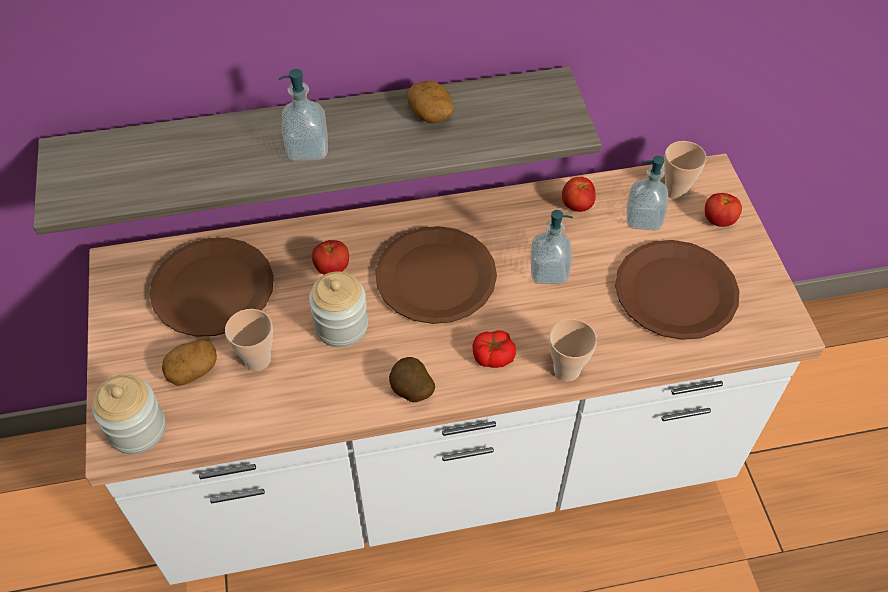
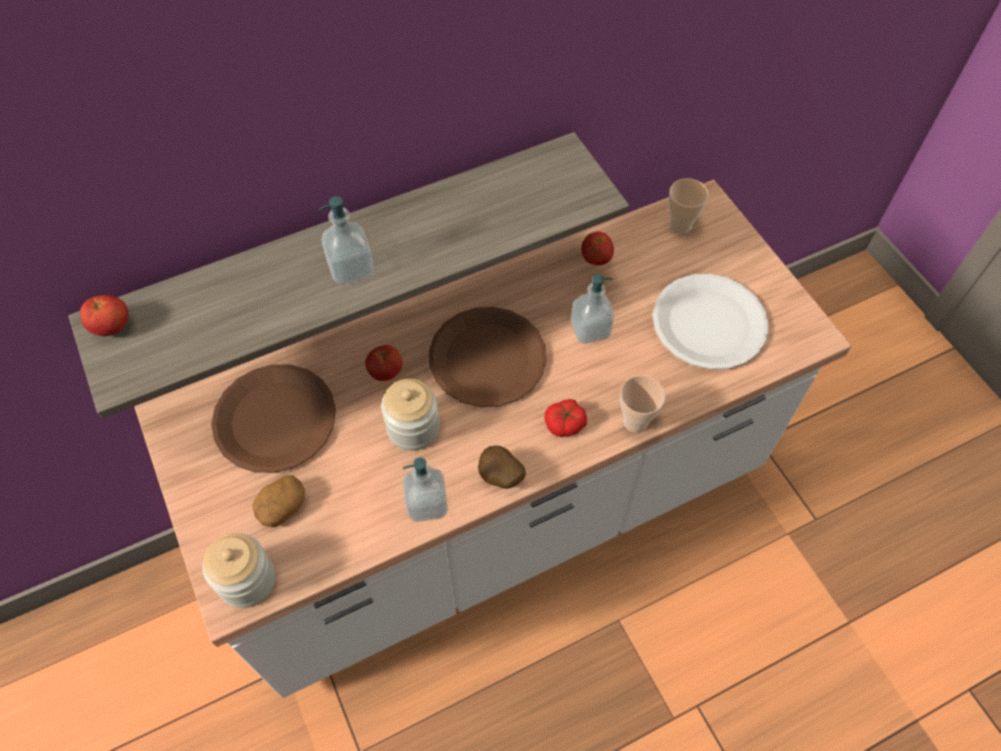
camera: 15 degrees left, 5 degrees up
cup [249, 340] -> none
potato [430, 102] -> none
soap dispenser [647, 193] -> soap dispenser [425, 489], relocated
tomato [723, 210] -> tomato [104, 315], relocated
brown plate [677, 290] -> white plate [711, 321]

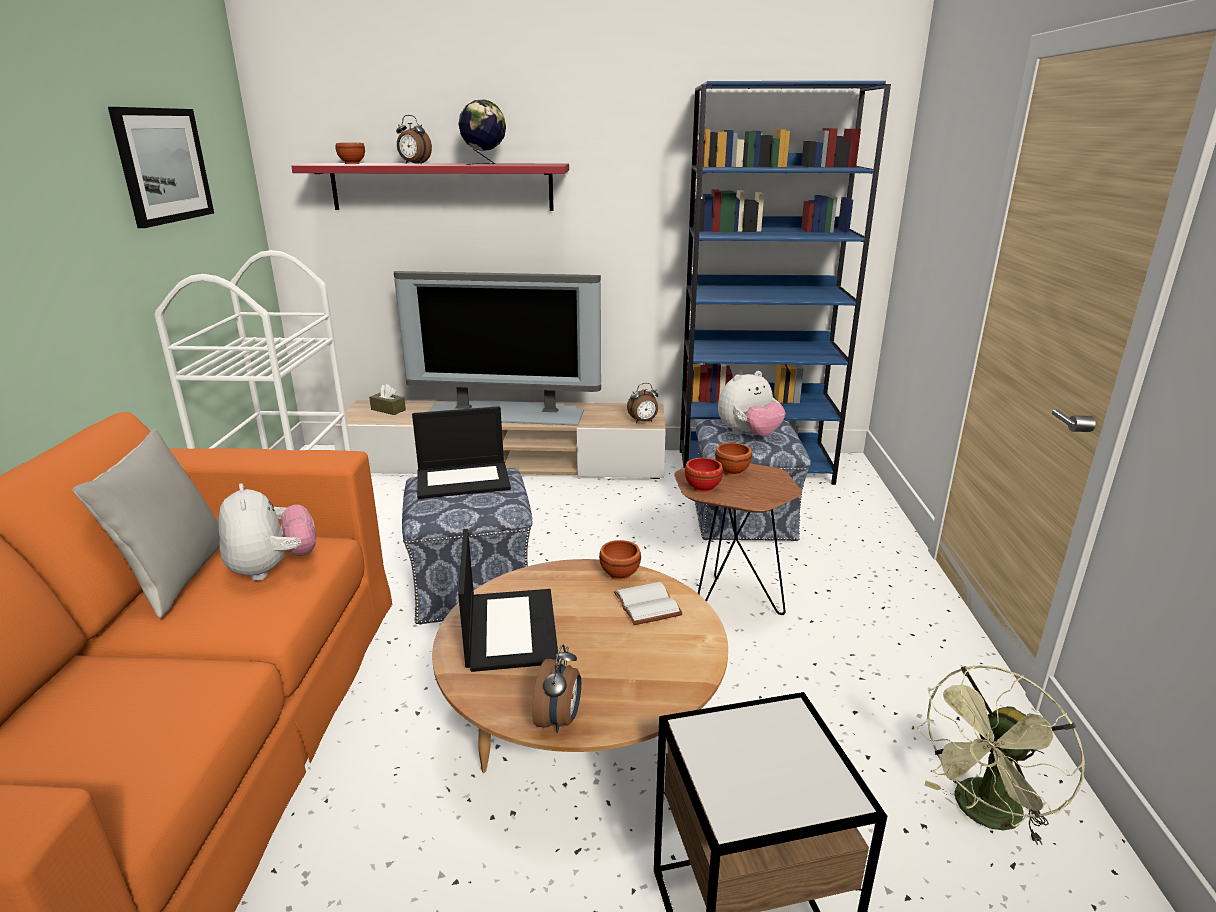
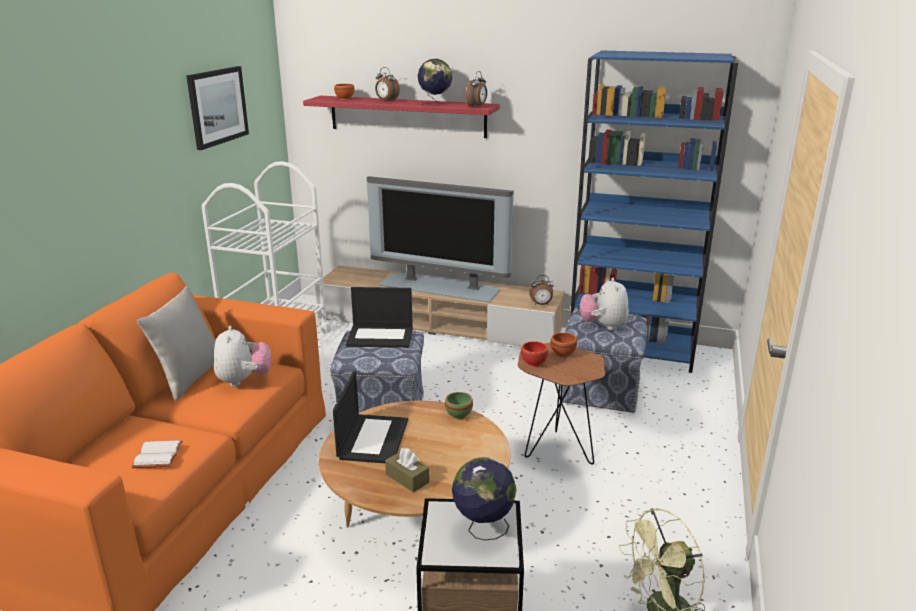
camera: 15 degrees right, 0 degrees up
none -> globe [484, 499]
brown tissue box [387, 399] -> brown tissue box [407, 470], relocated
alarm clock [556, 689] -> alarm clock [476, 89], relocated
white book [648, 603] -> white book [157, 454], relocated
brown bowl [620, 560] -> green bowl [459, 406]
plush toy [751, 403] -> plush toy [604, 304], 105 degrees clockwise

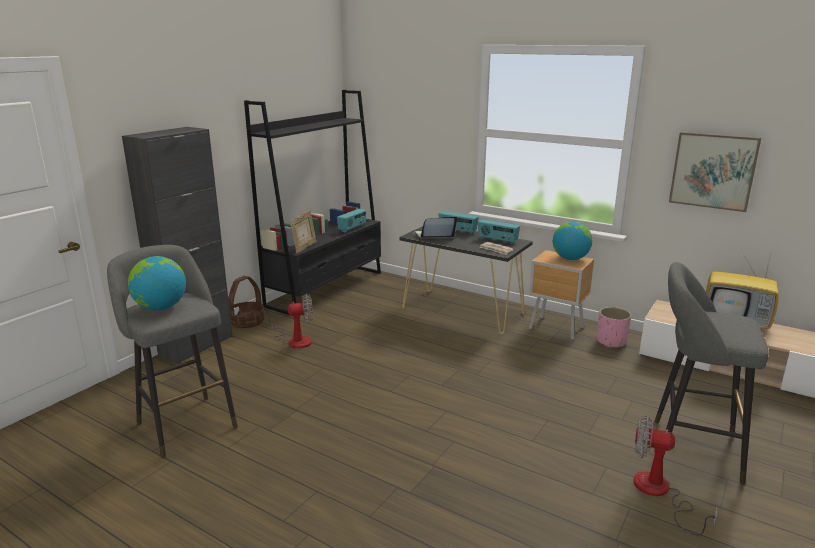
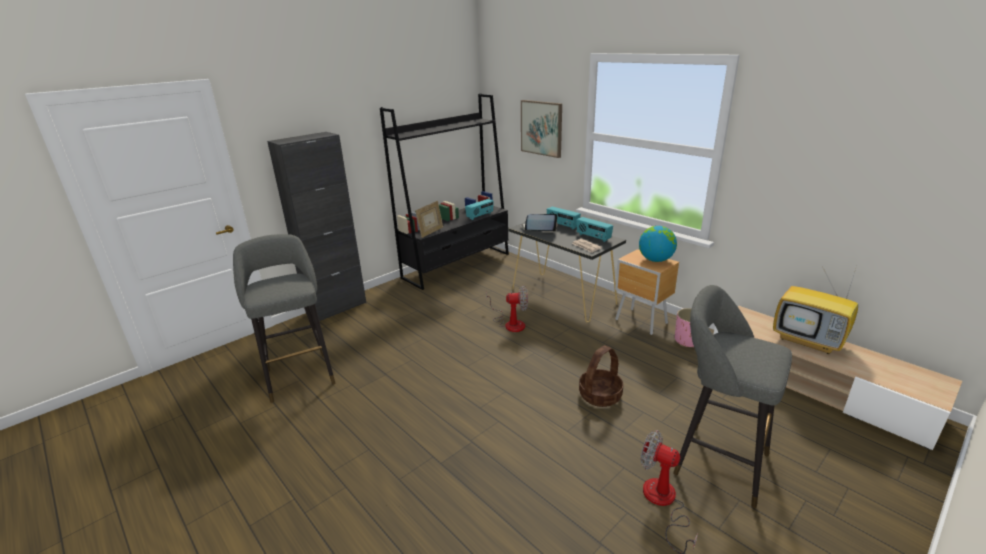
camera: 15 degrees right, 5 degrees up
globe [157, 283] -> none
basket [246, 302] -> basket [601, 376], relocated
fan [288, 321] -> fan [507, 309], relocated
picture [715, 172] -> picture [541, 129], relocated

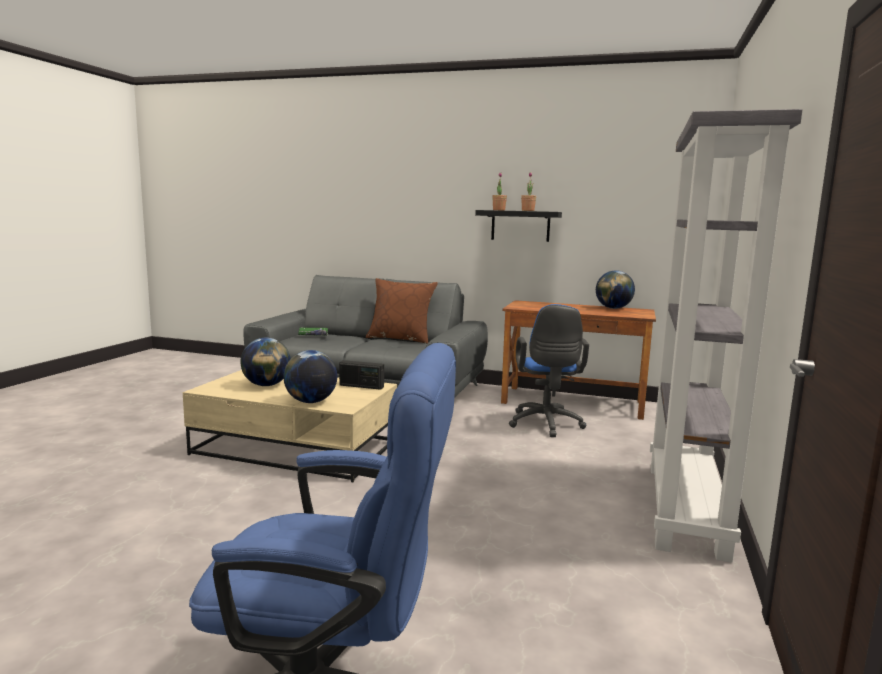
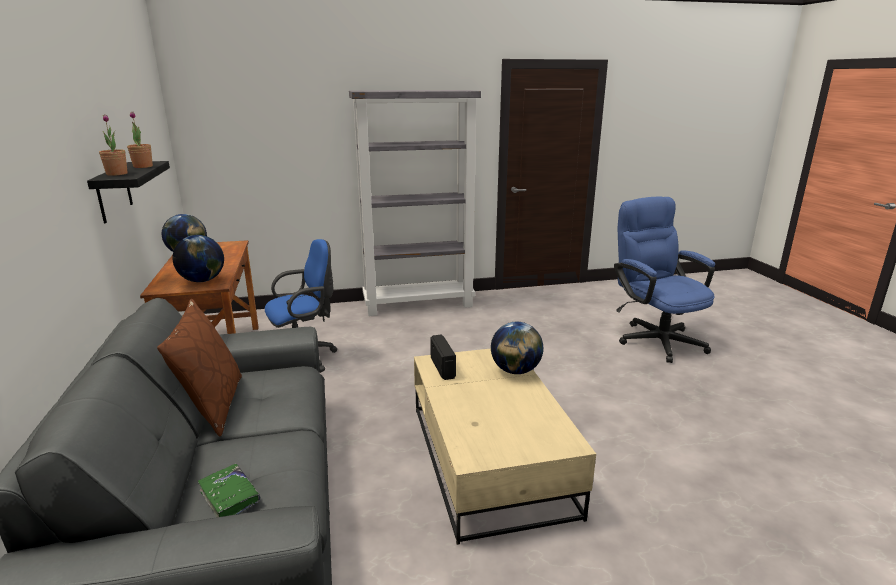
camera: 120 degrees left, 10 degrees up
globe [265, 362] -> globe [198, 258], relocated

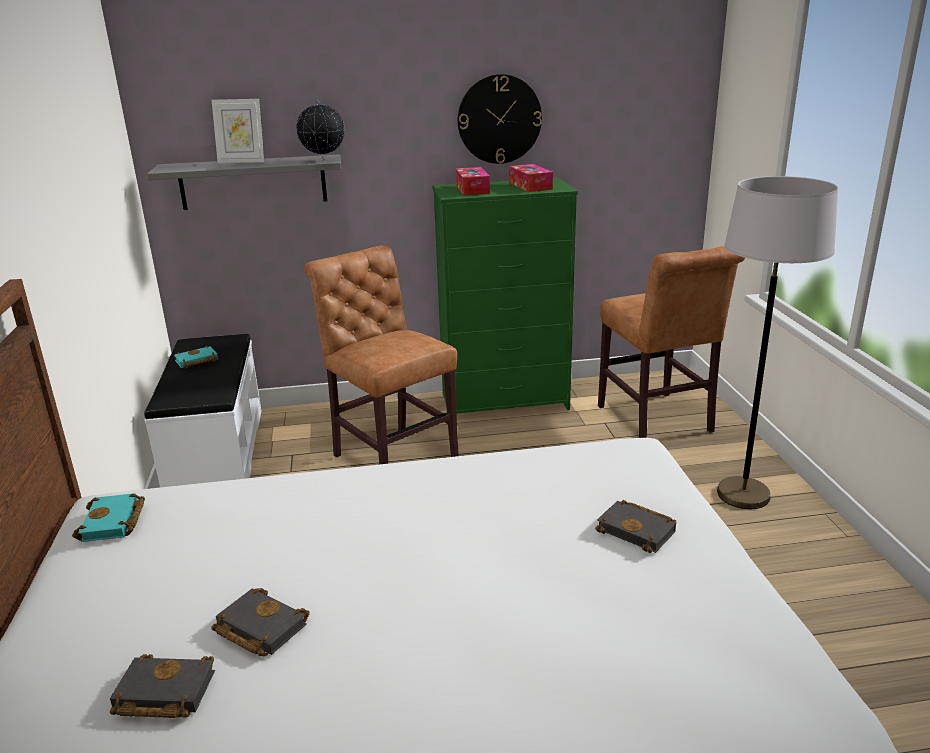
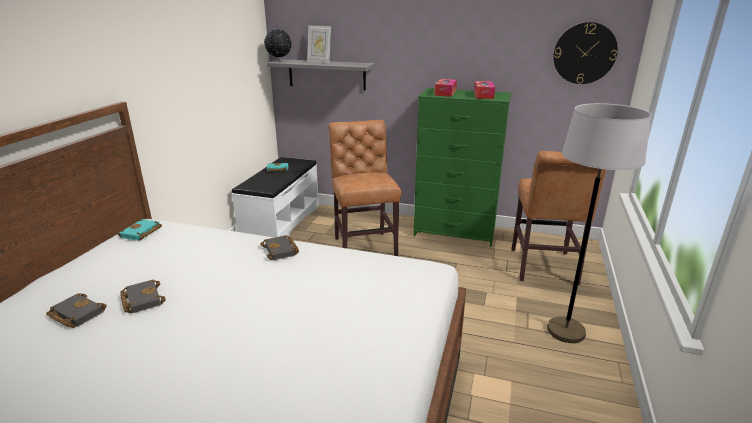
camera: 25 degrees right, 0 degrees up
globe [320, 129] -> globe [278, 41], relocated
wall clock [500, 119] -> wall clock [585, 53], relocated
black book [636, 526] -> black book [280, 247], relocated

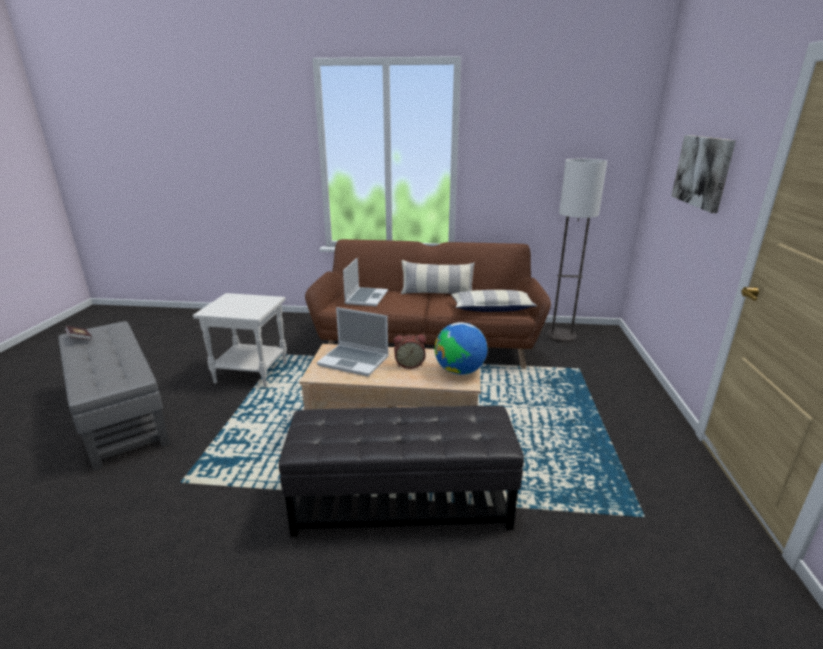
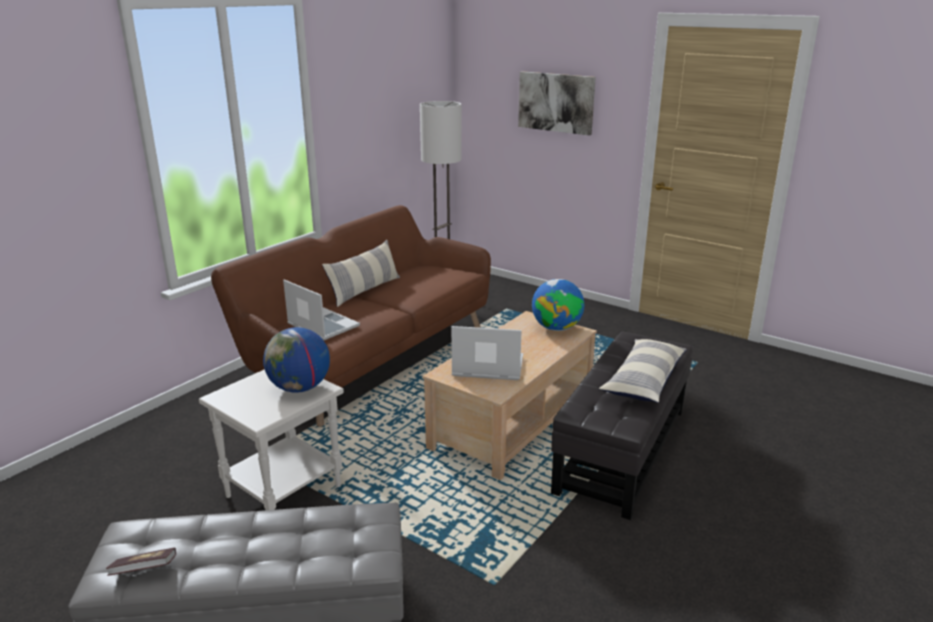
camera: 60 degrees left, 0 degrees up
alarm clock [410, 351] -> none
none -> globe [296, 360]
pillow [494, 301] -> pillow [643, 371], relocated
laptop [353, 341] -> laptop [487, 353], 135 degrees counterclockwise

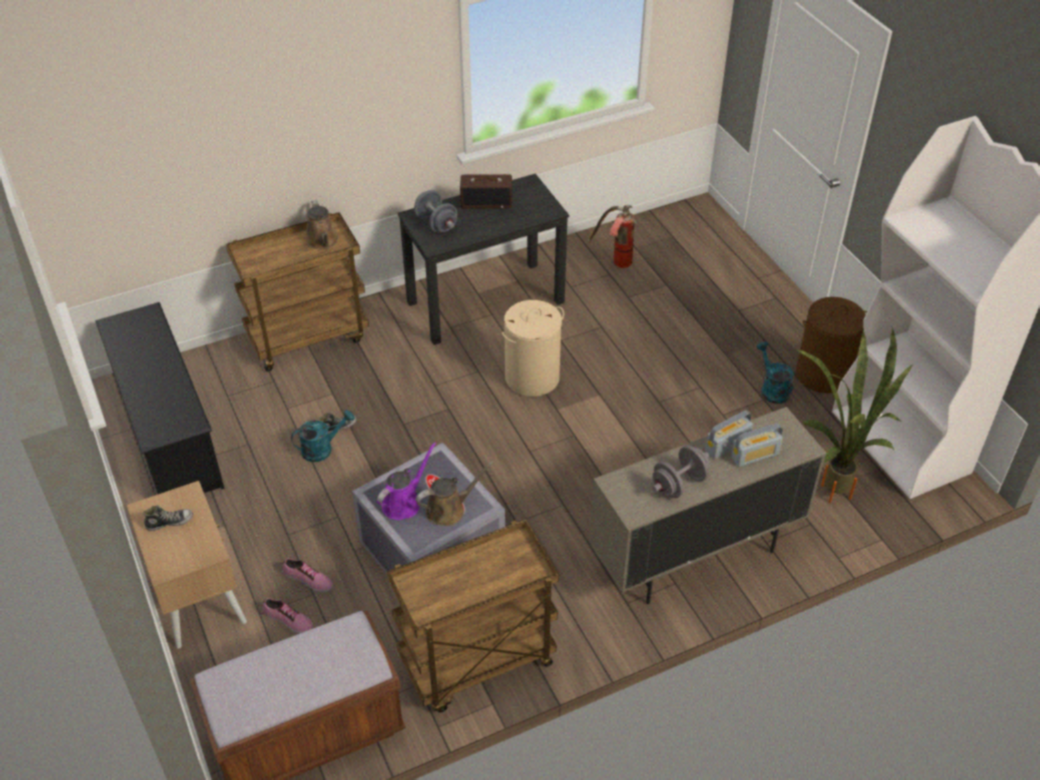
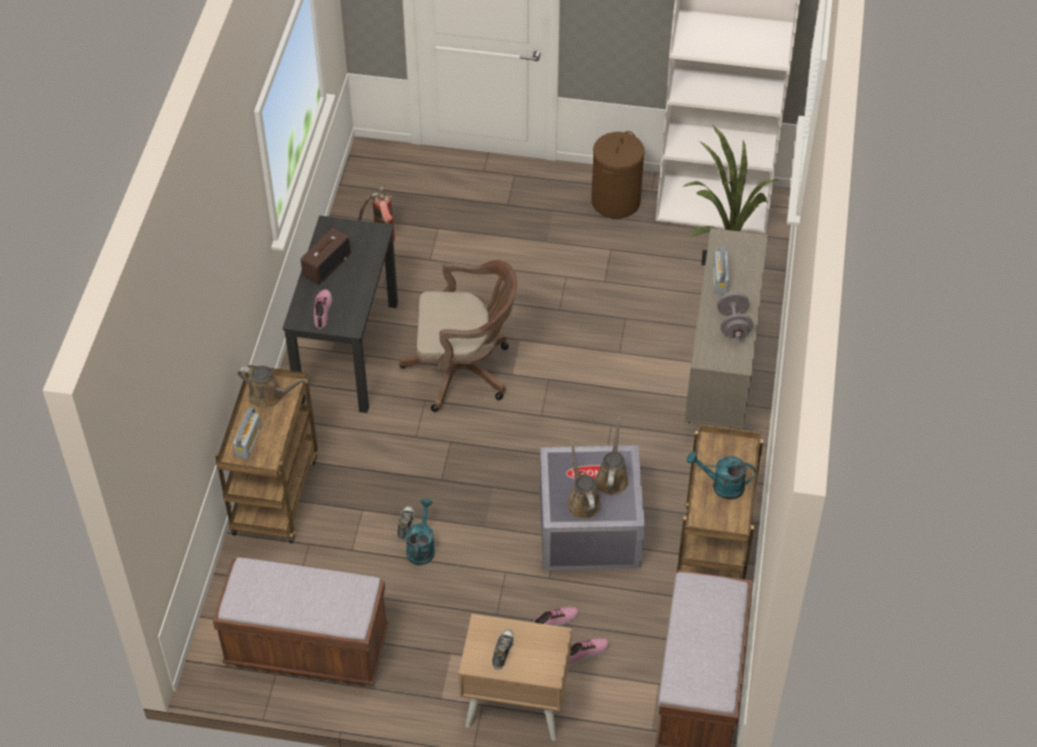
camera: 55 degrees left, 5 degrees up
radio [757, 445] -> radio [247, 433], relocated
turquoise watering can [775, 373] -> turquoise watering can [721, 475], relocated
black shoe rack [160, 398] -> brown bench [301, 621]
grey dumbbell [435, 211] -> shoe [323, 309]
beige laundry basket [533, 348] -> brown office chair [458, 336]
purple watering can [406, 481] -> brown watering can [584, 480]

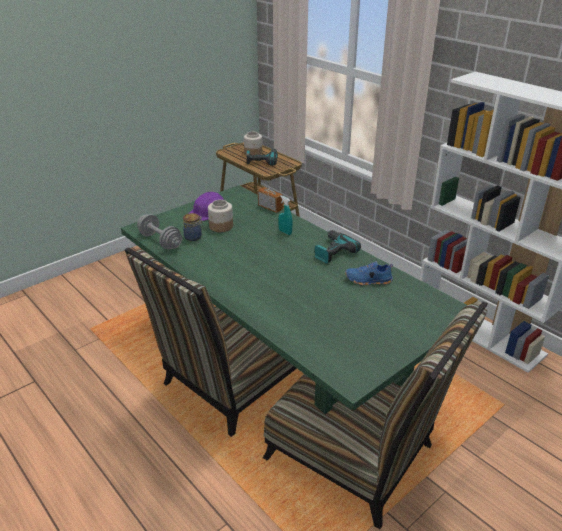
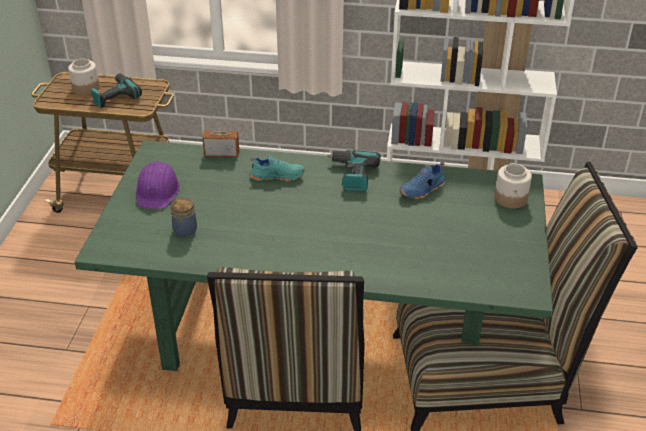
camera: 40 degrees left, 5 degrees up
grey dumbbell [159, 231] -> none
jar [220, 216] -> jar [513, 186], relocated
turquoise spray bottle [285, 215] -> turquoise shoe [277, 168]

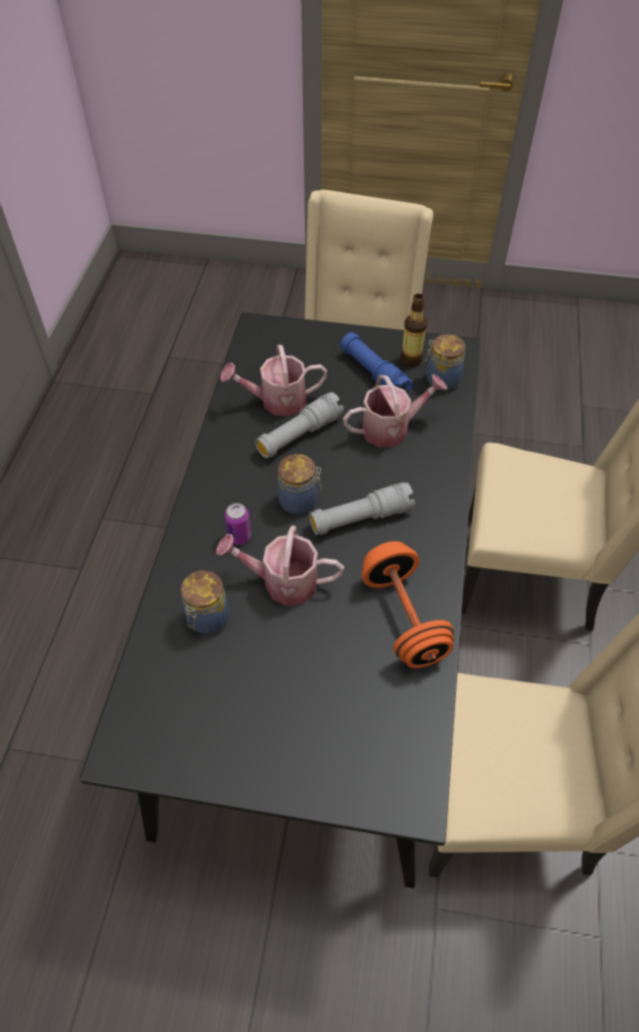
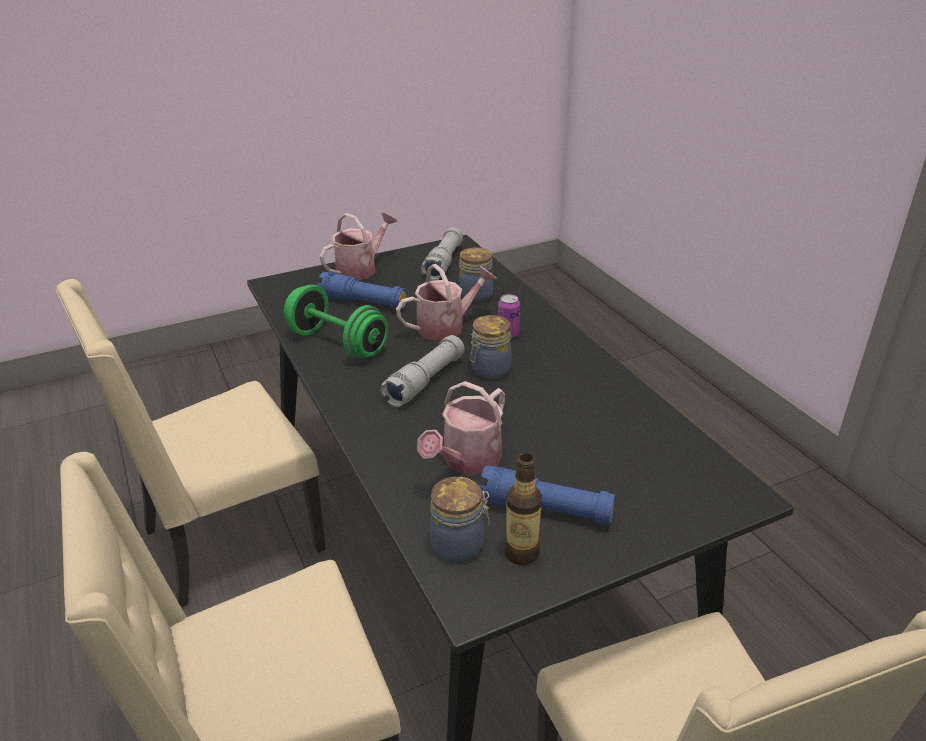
camera: 145 degrees right, 20 degrees down
none -> blue flashlight [362, 290]
watering can [273, 380] -> watering can [359, 246], relocated
grey flashlight [299, 425] -> grey flashlight [442, 254], relocated
orange dumbbell [408, 604] -> green dumbbell [336, 321]

